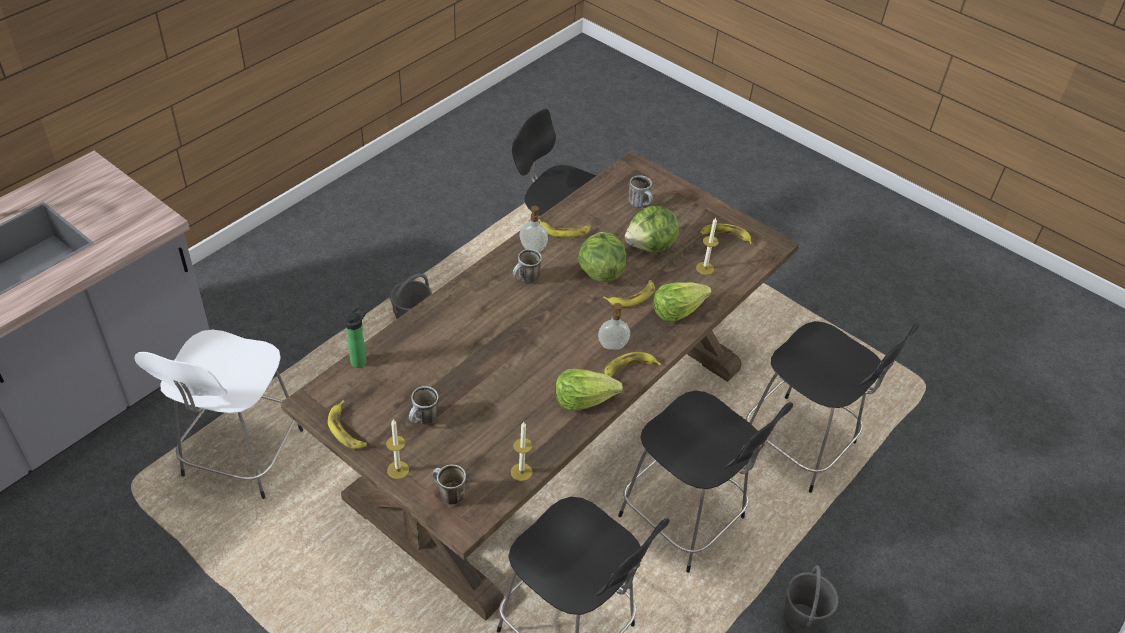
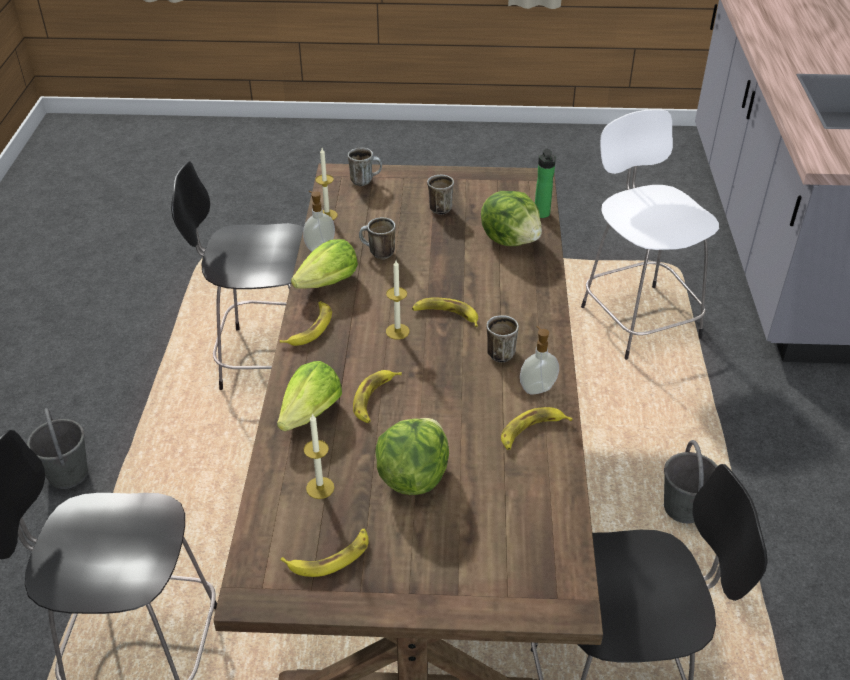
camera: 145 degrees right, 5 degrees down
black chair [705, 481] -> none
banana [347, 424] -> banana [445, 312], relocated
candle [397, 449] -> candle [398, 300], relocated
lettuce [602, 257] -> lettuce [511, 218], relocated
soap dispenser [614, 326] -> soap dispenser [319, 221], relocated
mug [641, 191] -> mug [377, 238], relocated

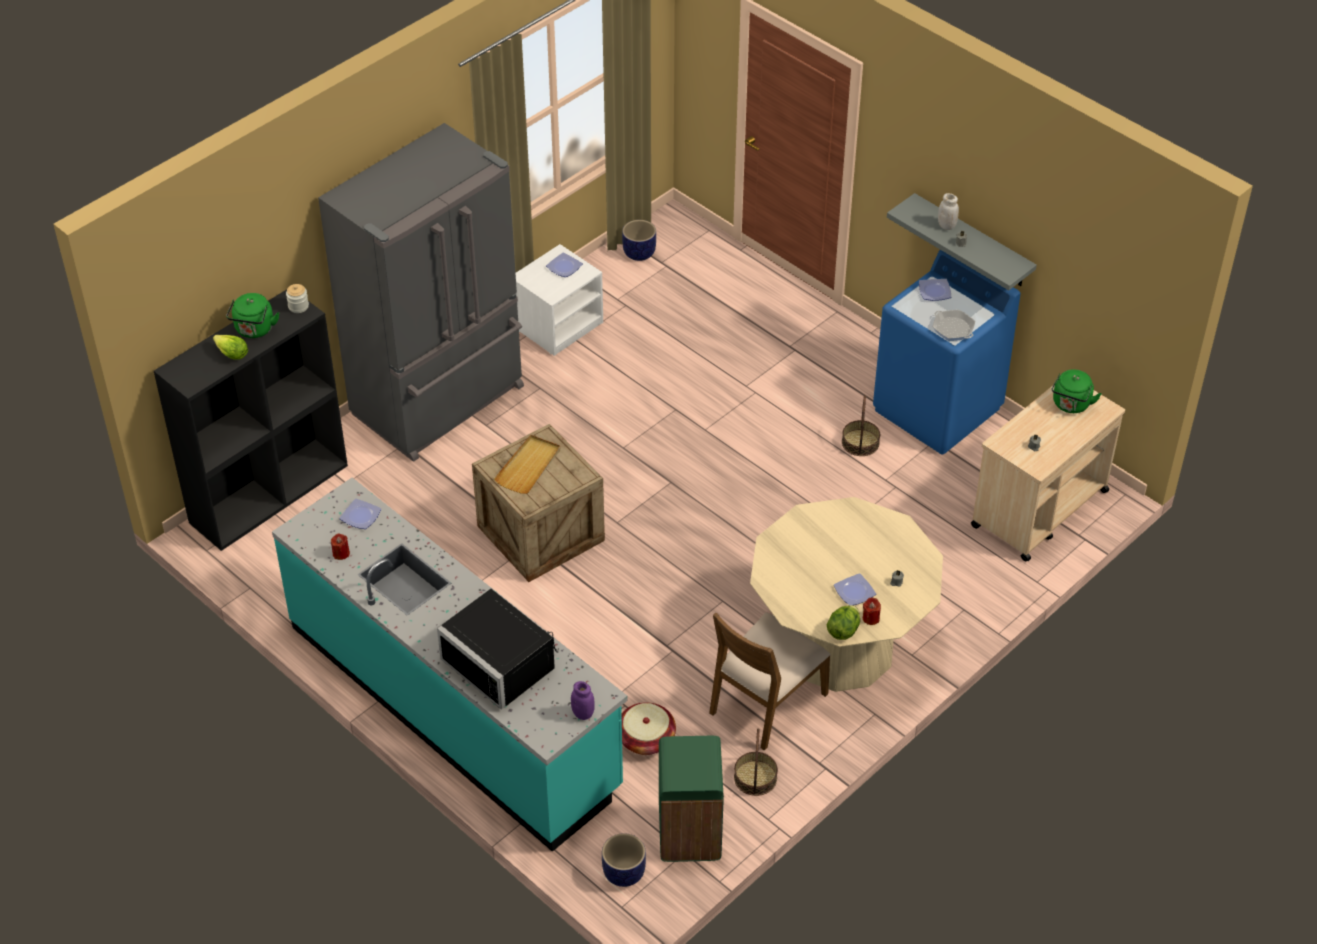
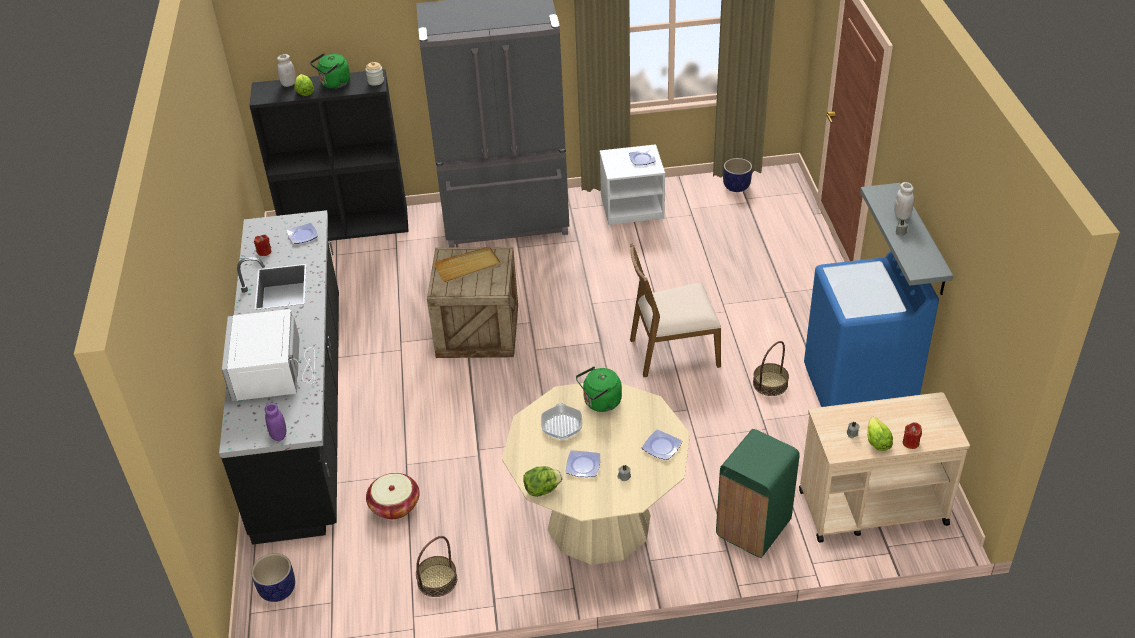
camera: 40 degrees right, 5 degrees down
none -> white jar [286, 70]
none -> lettuce [880, 434]
green trash can [691, 799] -> green trash can [758, 493], relocated
brown chair [770, 681] -> brown chair [675, 310], relocated
red candle [872, 611] -> red candle [912, 435], relocated
plate [935, 290] -> plate [662, 445], relocated
frying pan [954, 325] -> frying pan [561, 421], relocated
green kettle [1076, 391] -> green kettle [599, 389], relocated
turquoise counter [449, 665] -> black counter [279, 377]
black microwave [497, 649] -> white microwave [268, 355]

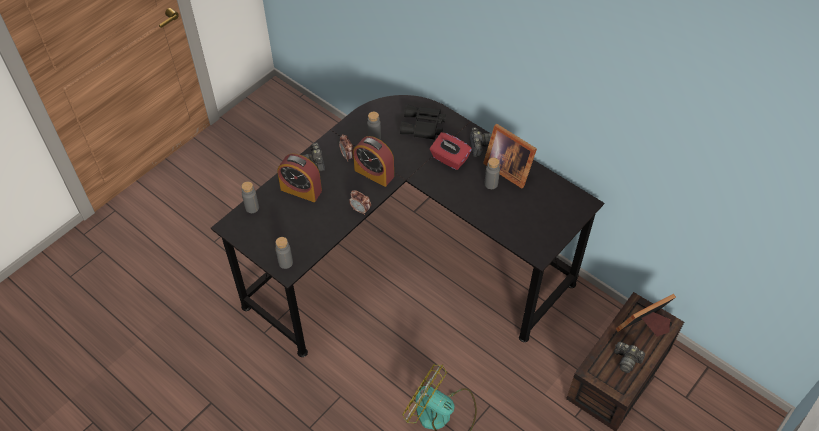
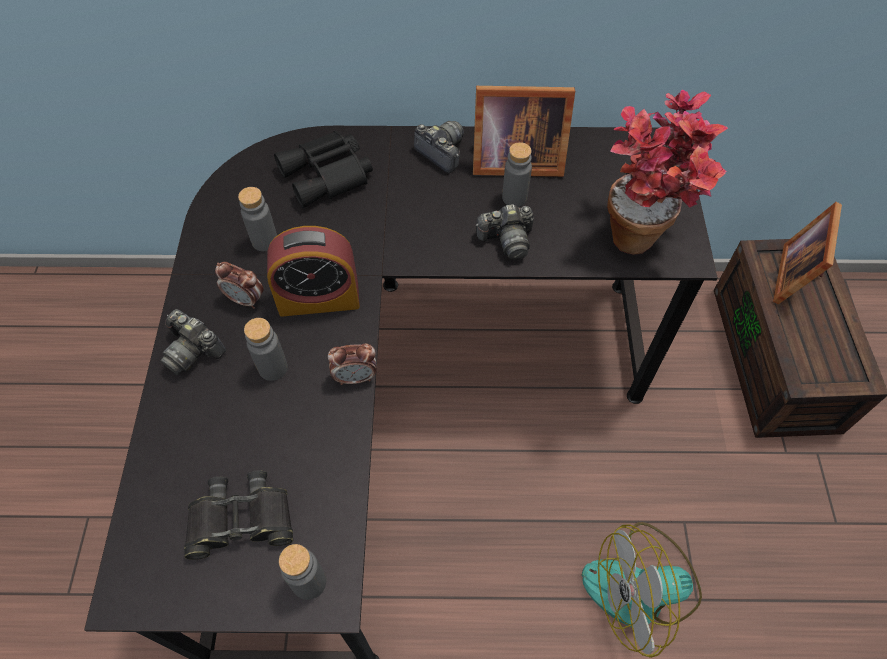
camera: 40 degrees left, 5 degrees up
alarm clock [299, 178] -> none
red tissue box [451, 151] -> none
none -> black binoculars [238, 515]
none -> potted plant [667, 172]
grey bottle [250, 197] -> grey bottle [266, 349], relocated
photo camera [629, 357] -> photo camera [505, 232], relocated

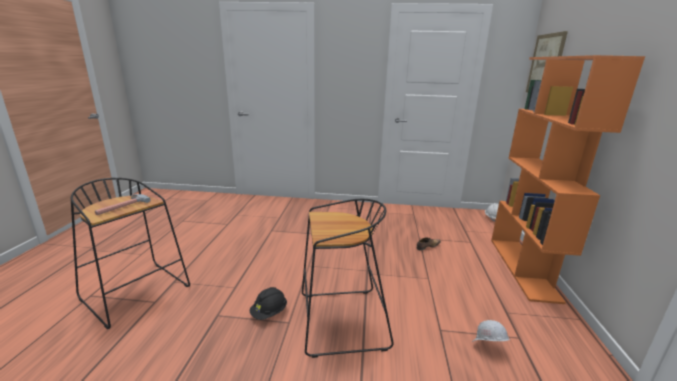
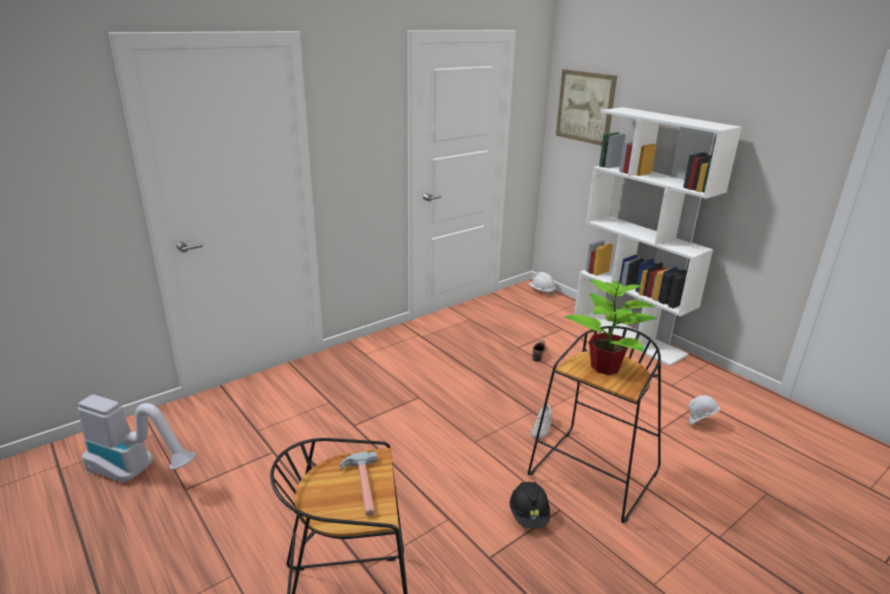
camera: 45 degrees left, 5 degrees up
none -> vacuum cleaner [137, 439]
none -> white shoe [541, 421]
none -> potted plant [610, 325]
orange bookcase [568, 179] -> white bookcase [658, 236]

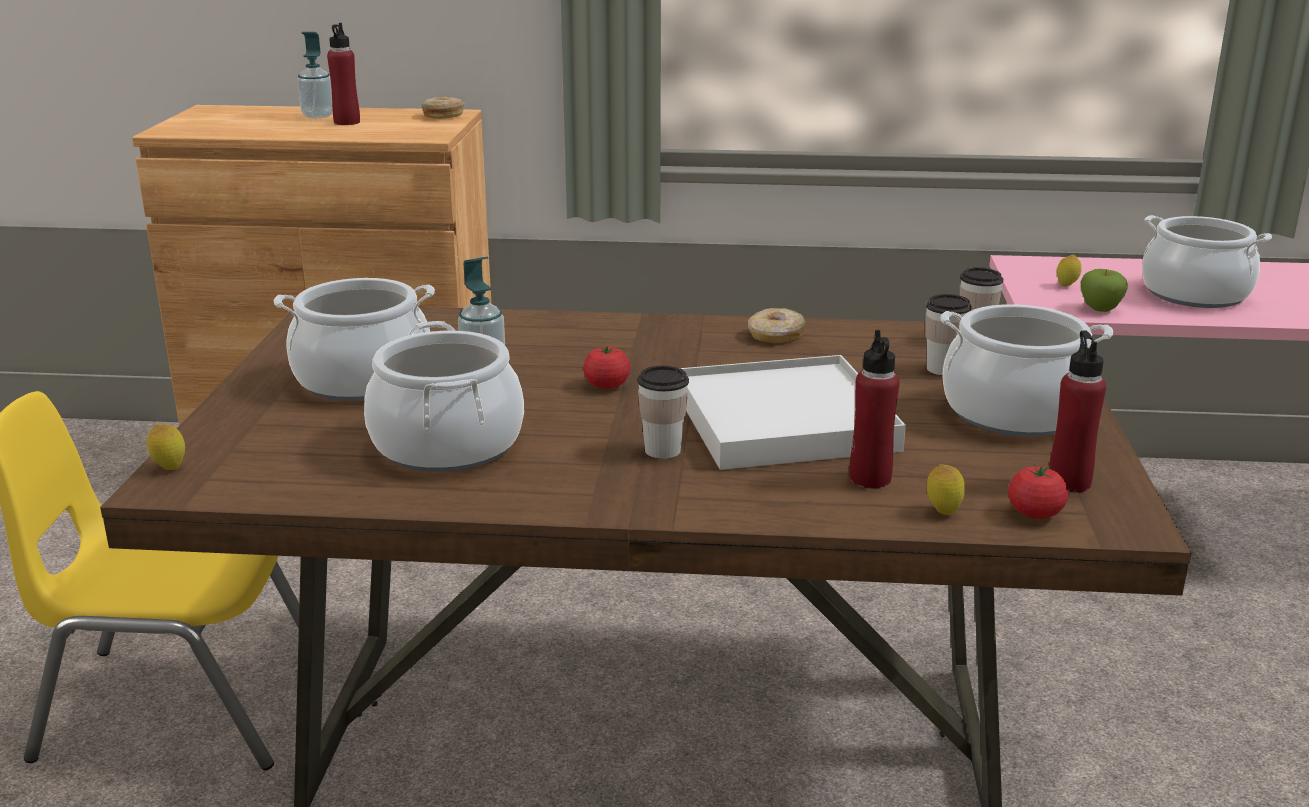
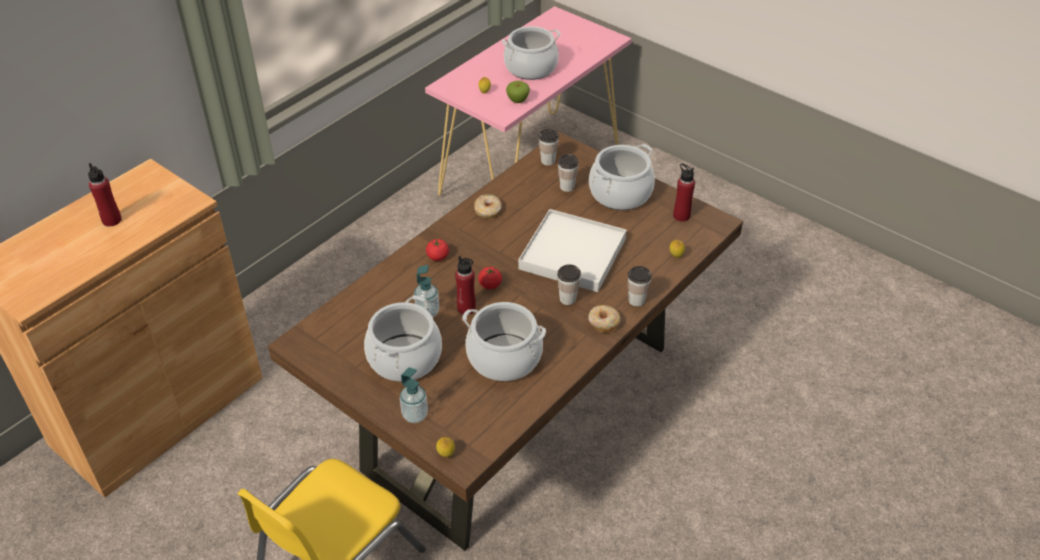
camera: 55 degrees left, 20 degrees up
none -> cup [640, 286]
soap dispenser [315, 75] -> soap dispenser [414, 395], relocated
donut [443, 108] -> donut [604, 319], relocated
red bottle [874, 409] -> red bottle [465, 285], relocated
tomato [1038, 491] -> tomato [437, 250], relocated

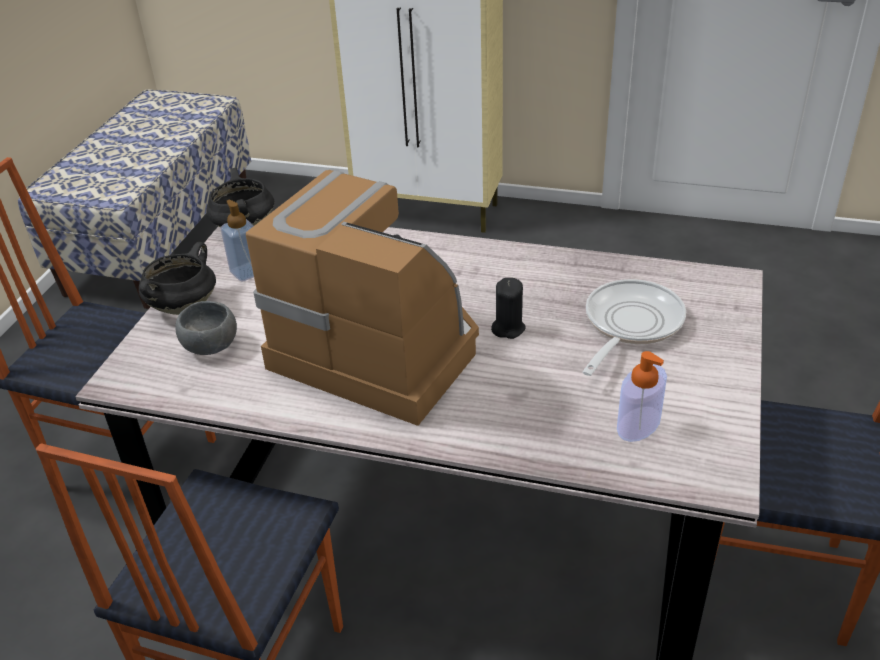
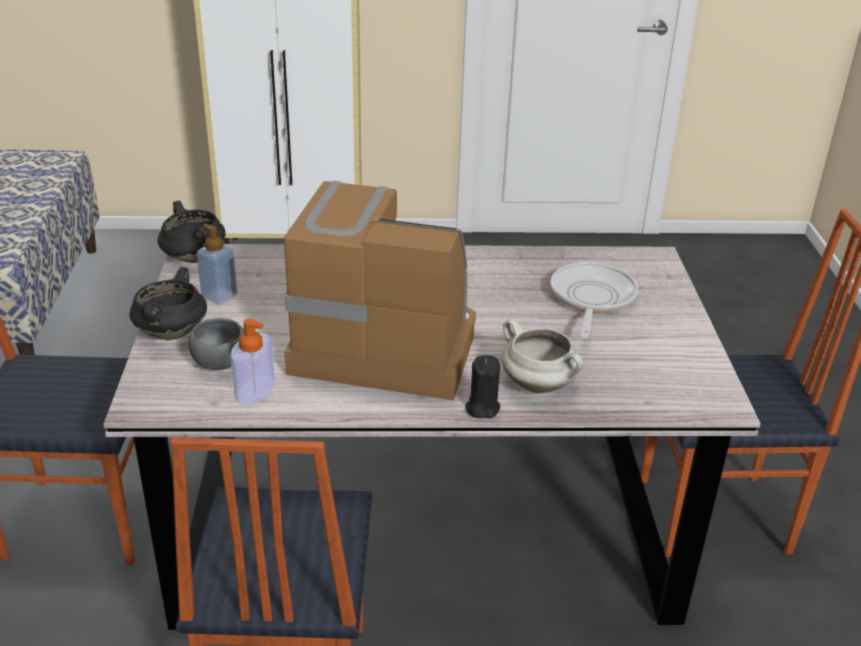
camera: 20 degrees left, 5 degrees down
none -> white cooking pot [542, 356]
black candle [508, 308] -> black candle [482, 386], relocated
soap dispenser [642, 396] -> soap dispenser [252, 361], relocated

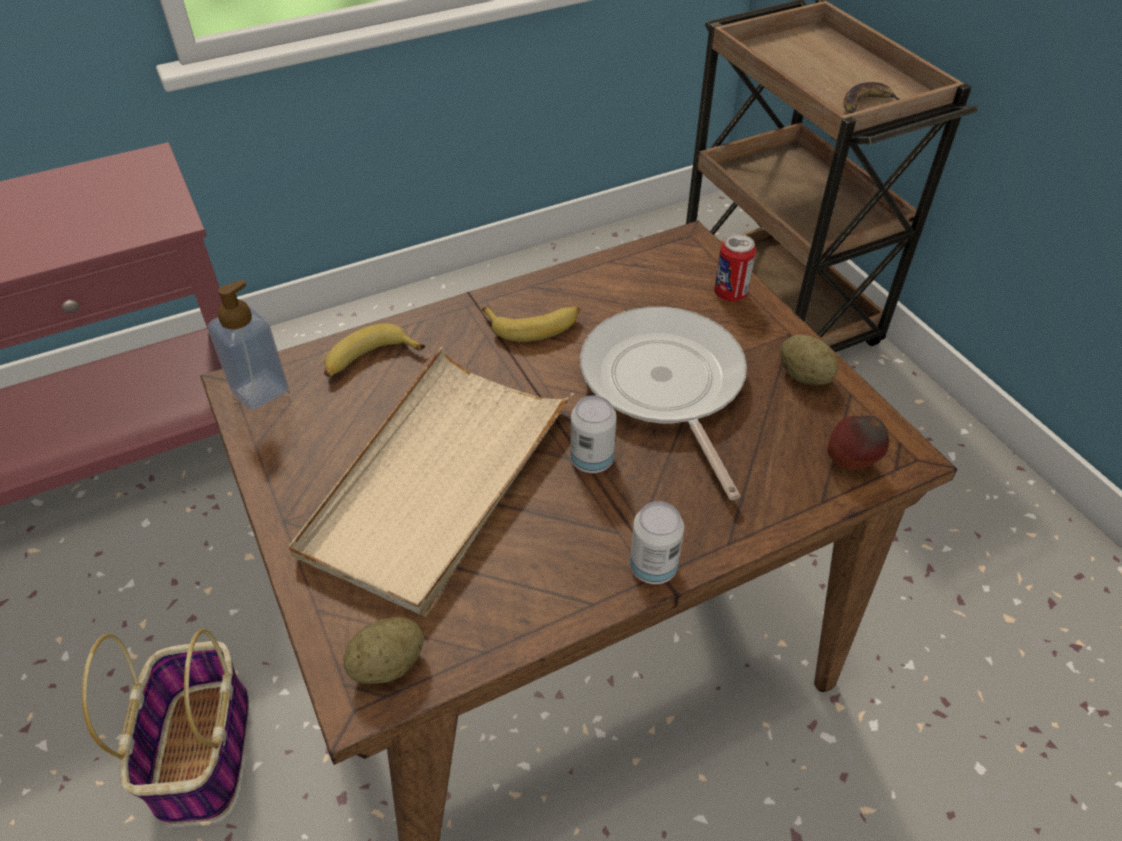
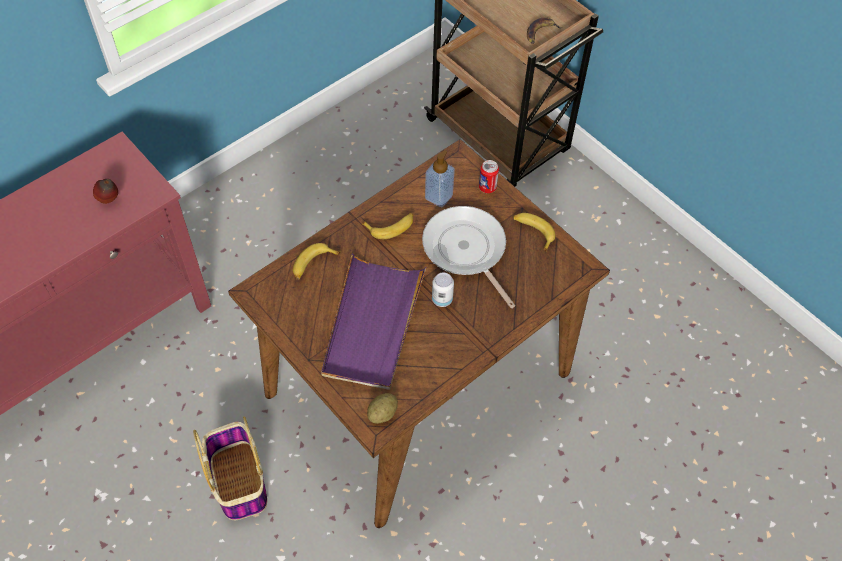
camera: 15 degrees left, 10 degrees up
can [657, 542] -> none
soap dispenser [248, 345] -> soap dispenser [440, 178], relocated
apple [858, 443] -> apple [105, 191], relocated
potato [809, 360] -> banana [534, 232]
beige tray [431, 481] -> purple tray [373, 321]

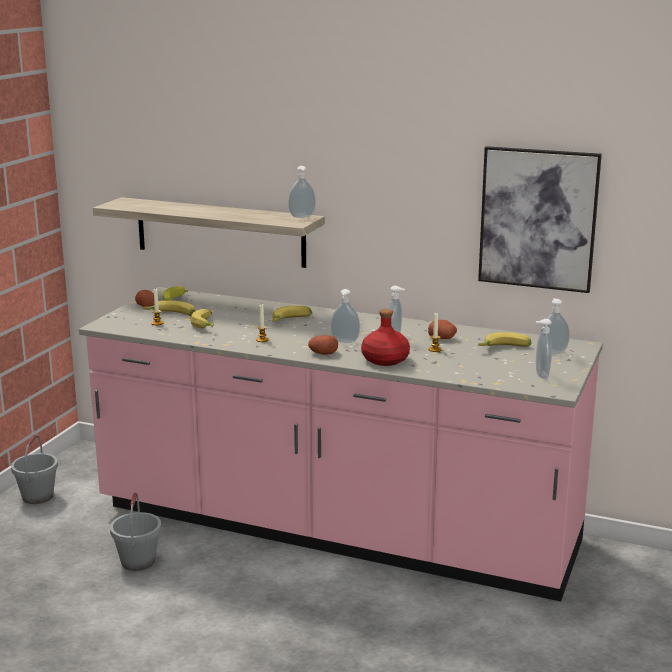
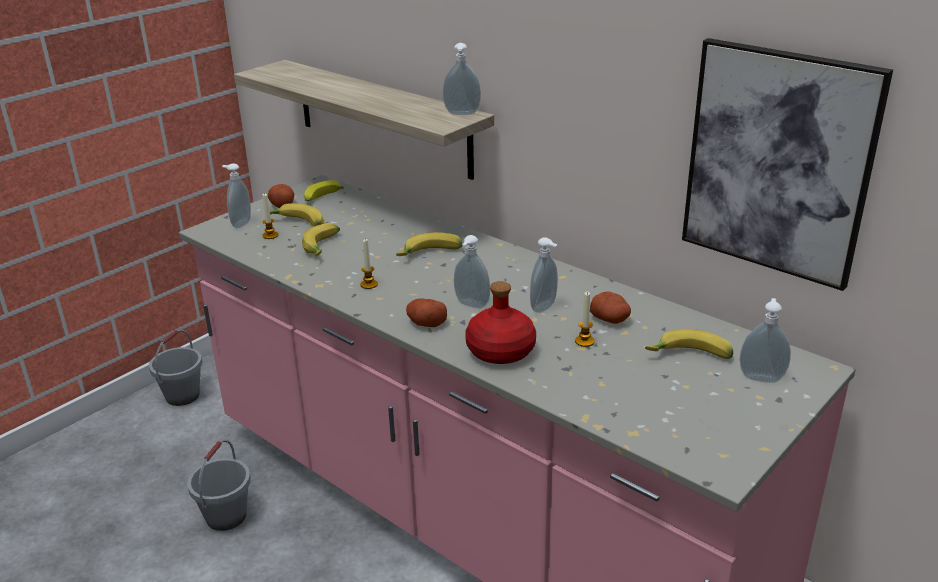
camera: 20 degrees right, 10 degrees up
soap dispenser [543, 349] -> soap dispenser [236, 195], relocated

